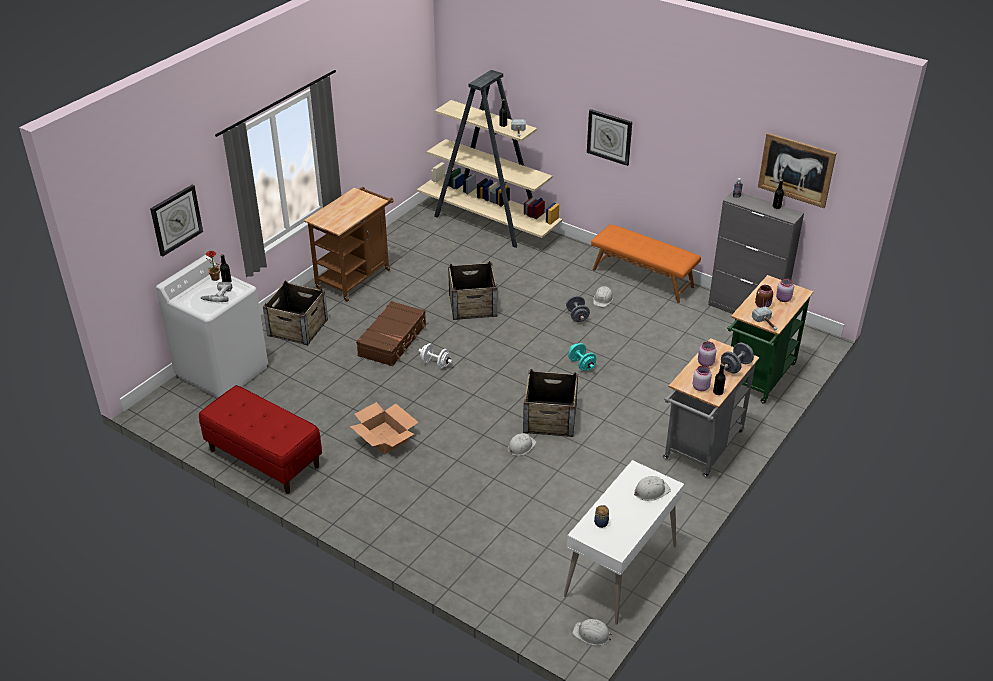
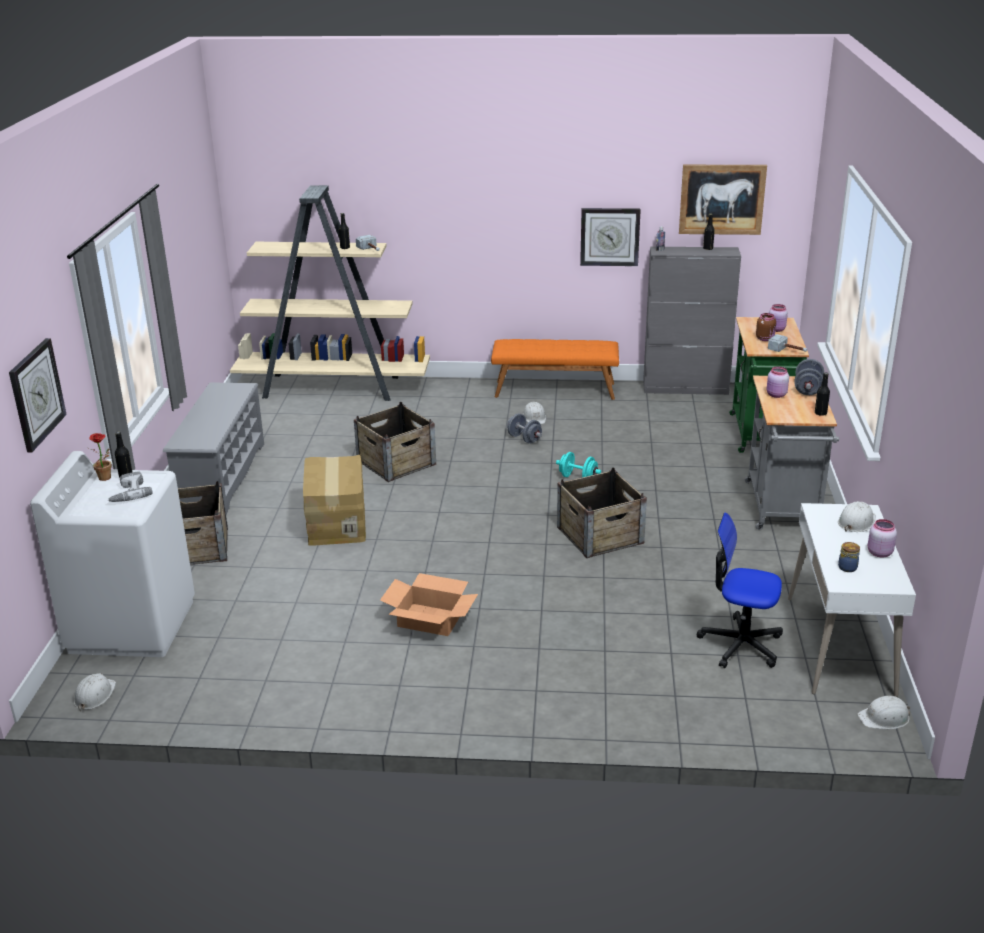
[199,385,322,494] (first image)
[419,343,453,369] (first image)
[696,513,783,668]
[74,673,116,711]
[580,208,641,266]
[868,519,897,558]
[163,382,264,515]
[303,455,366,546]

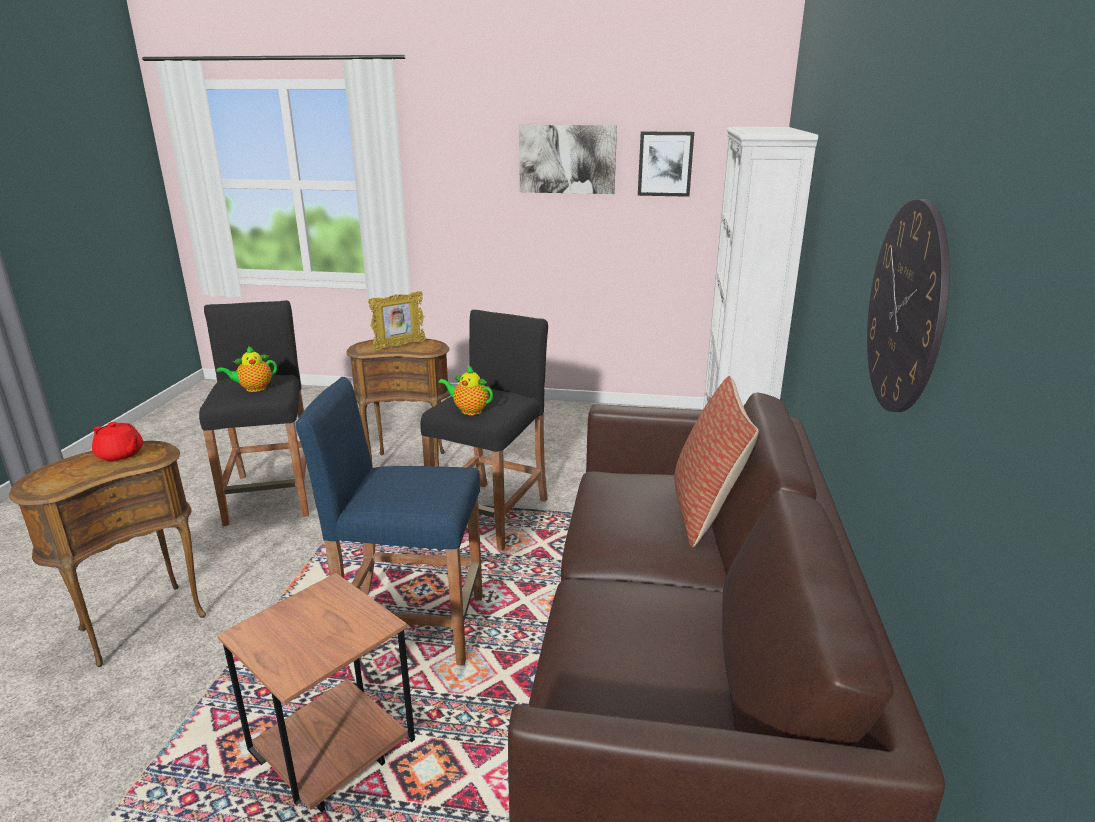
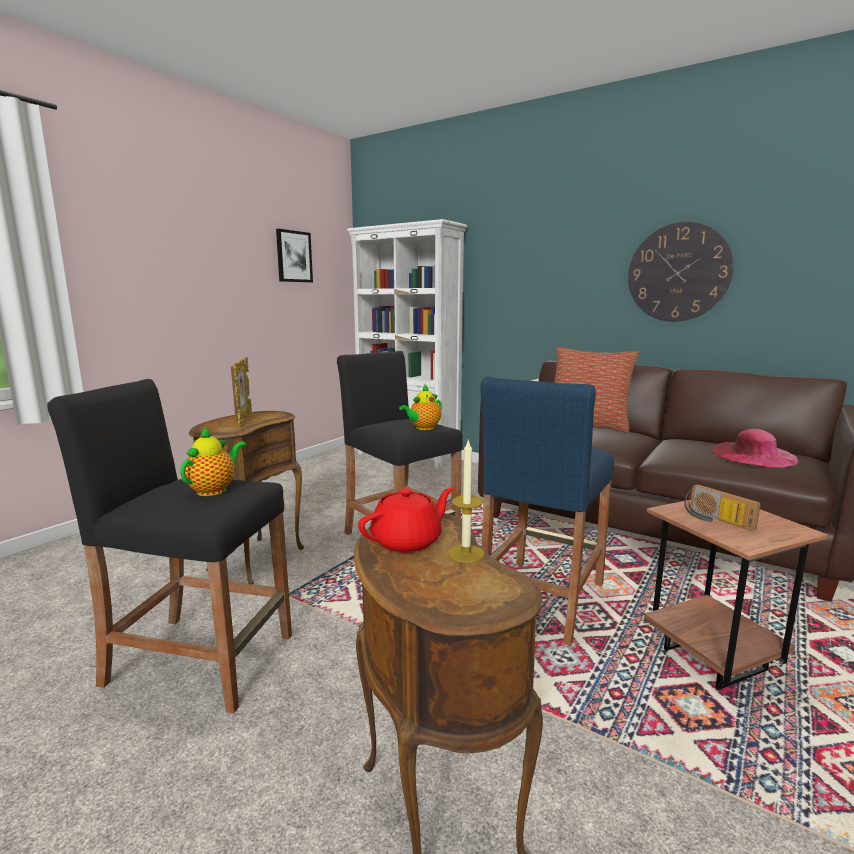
[519,125,617,194] (first image)
[448,438,485,563]
[684,484,761,531]
[710,429,799,467]
[180,427,246,496]

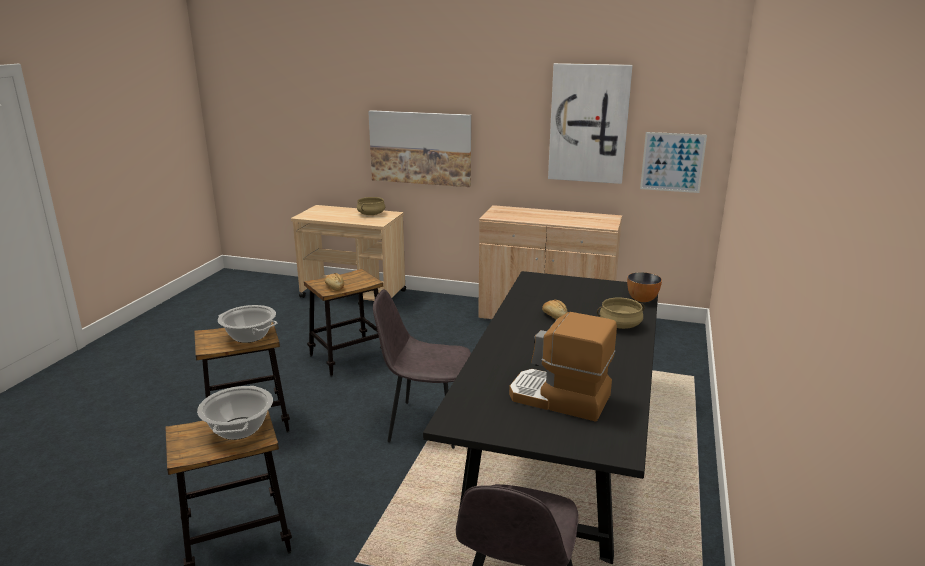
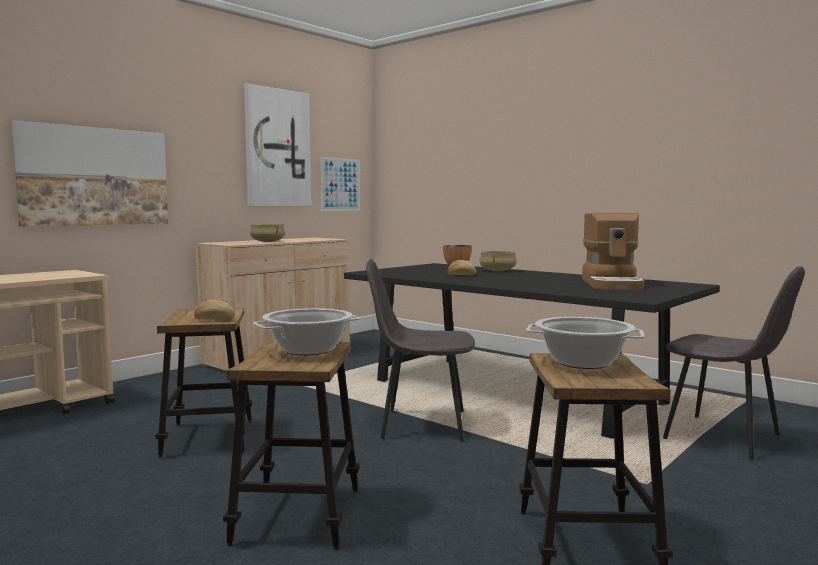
[250,224,285,242]
[366,259,475,441]
[582,213,644,290]

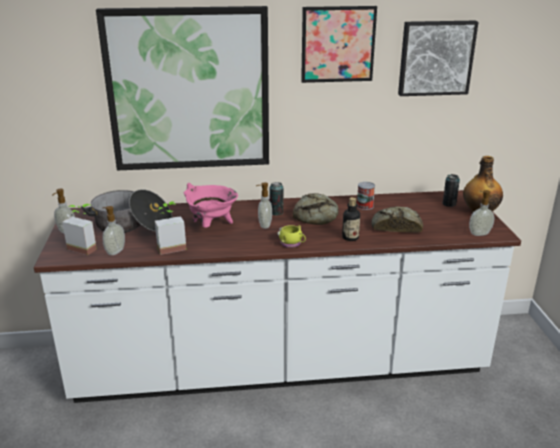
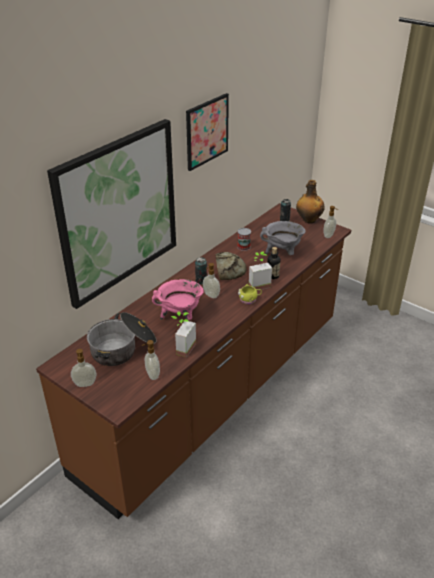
[398,21,478,96] (first image)
[249,251,272,290]
[260,221,306,255]
[36,203,351,519]

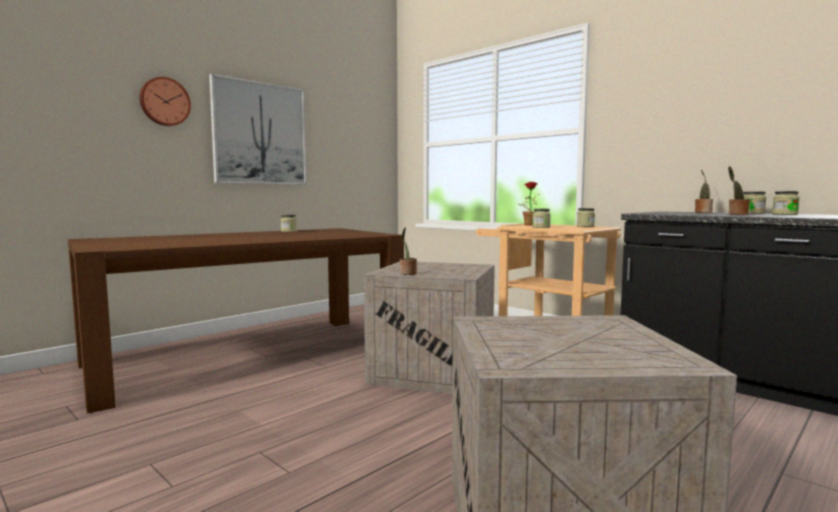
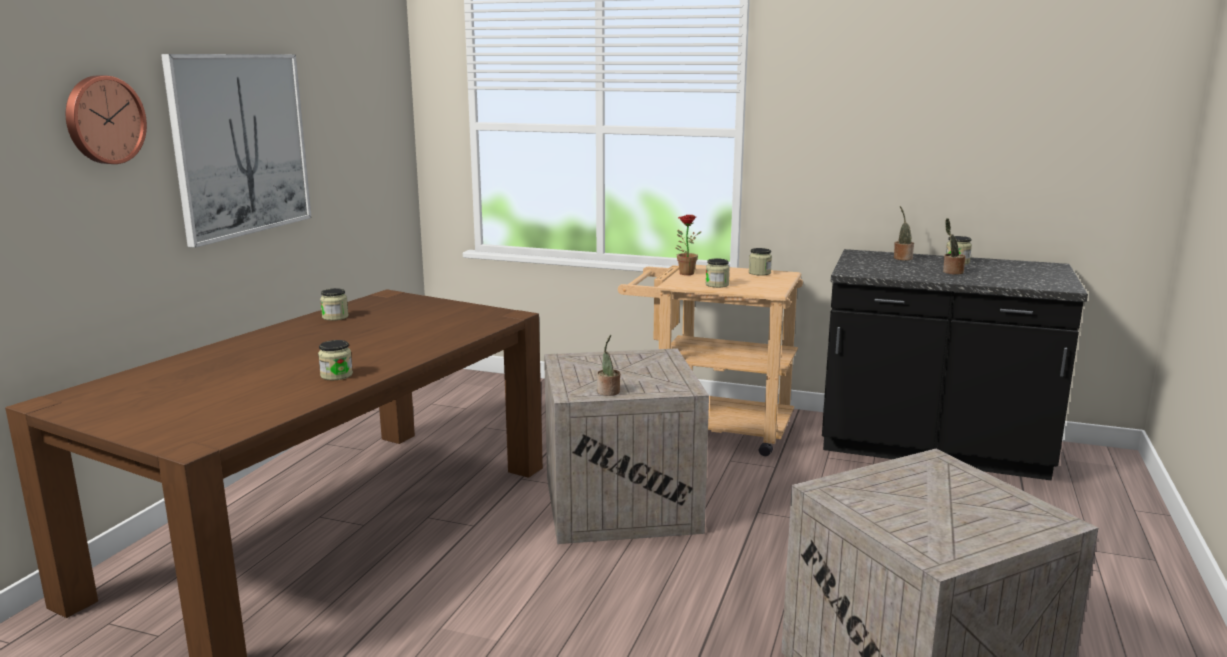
[318,340,353,380]

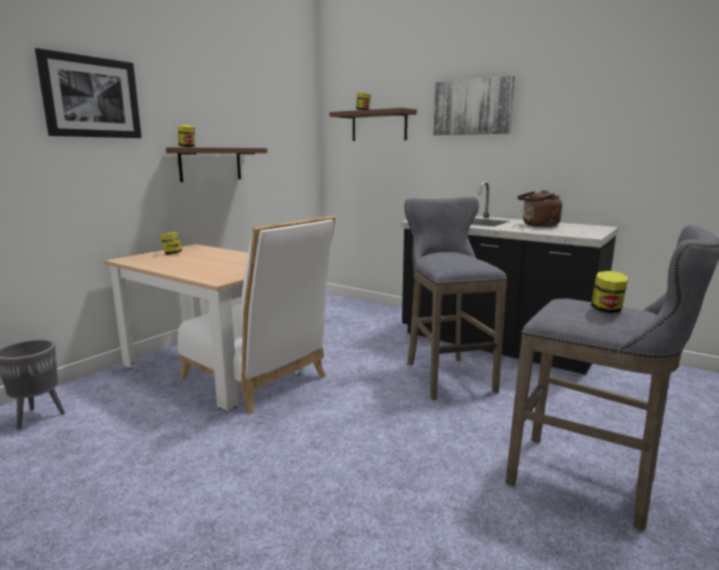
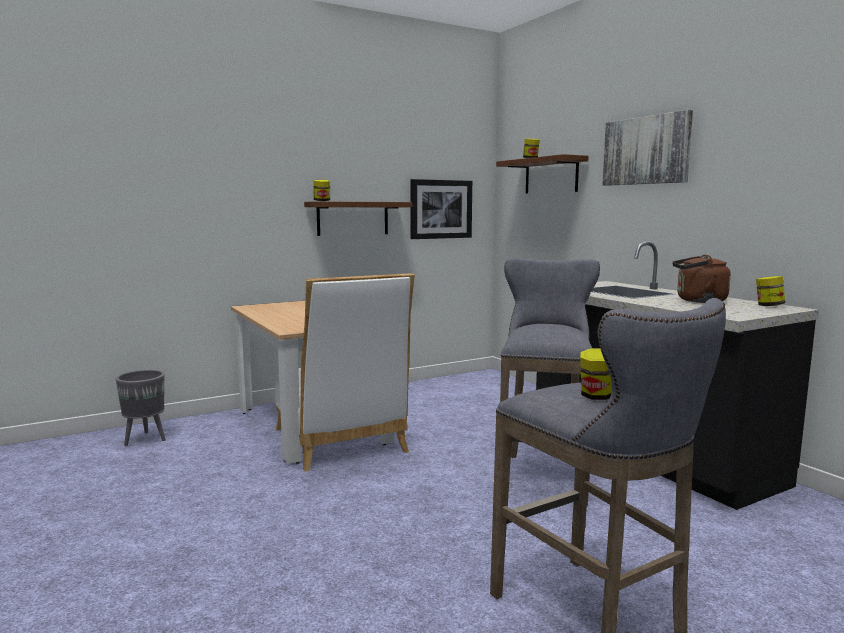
[410,179,472,239]
[756,276,785,306]

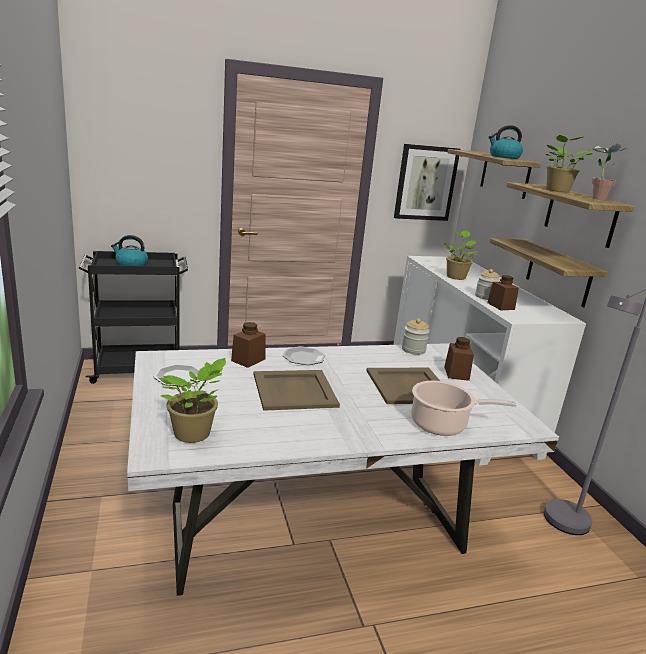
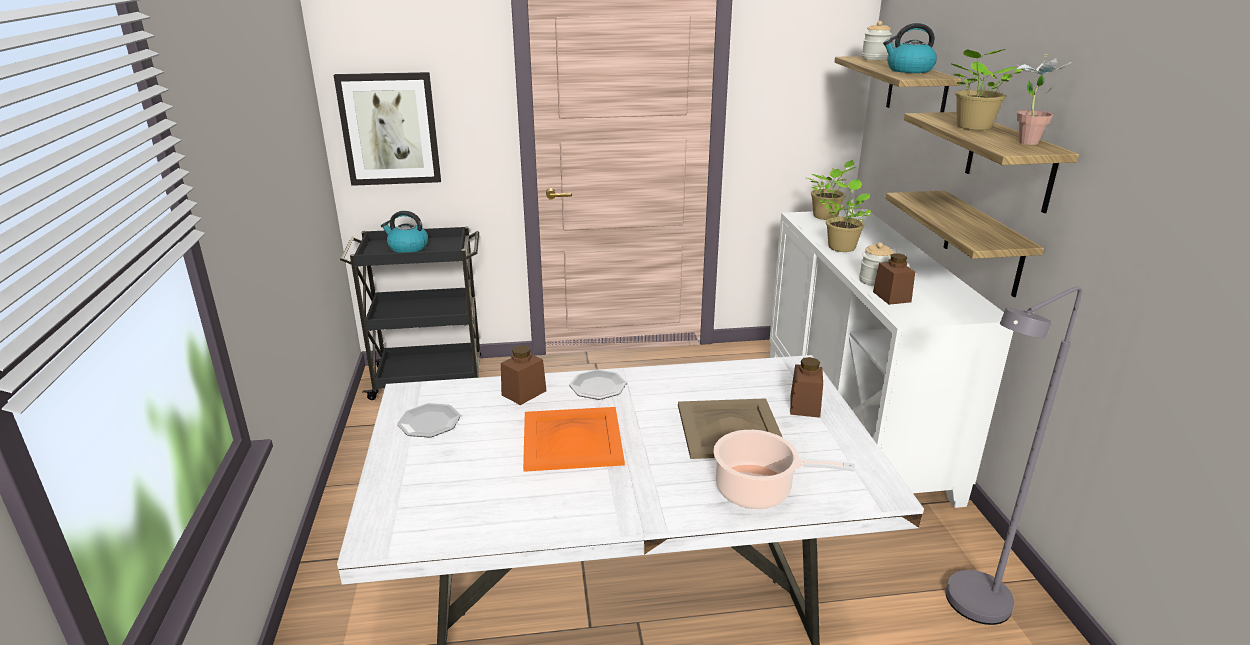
[807,160,856,220]
[334,72,441,186]
[862,21,892,60]
[523,407,625,472]

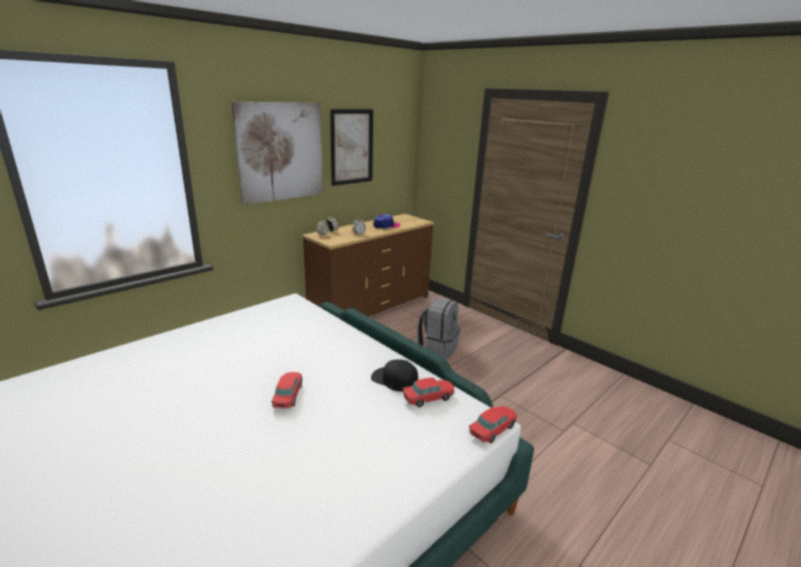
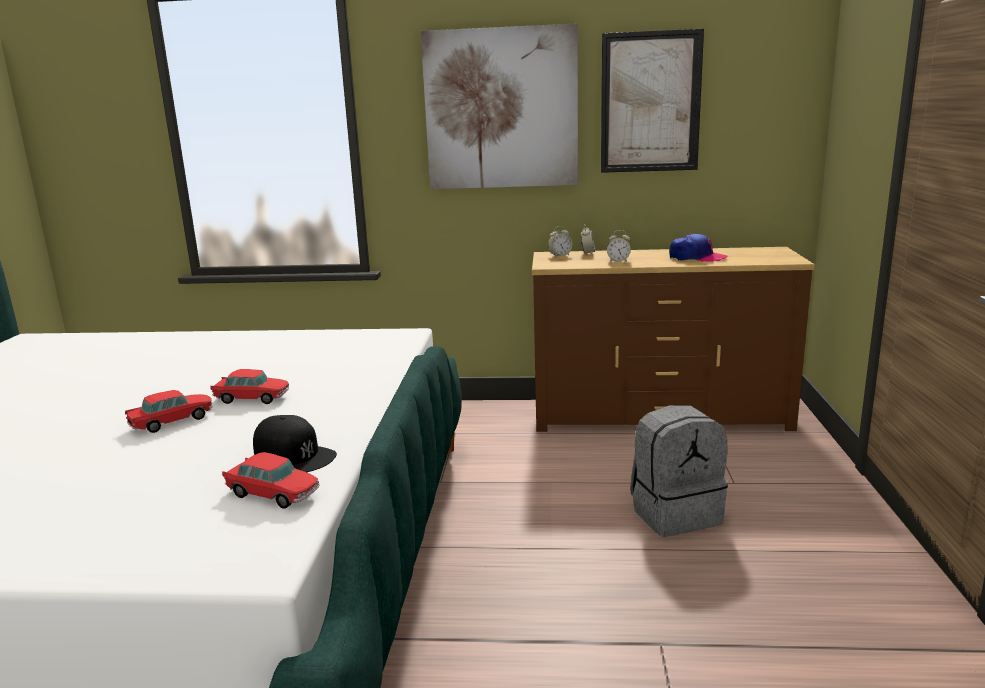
[210,369,289,404]
[253,415,337,472]

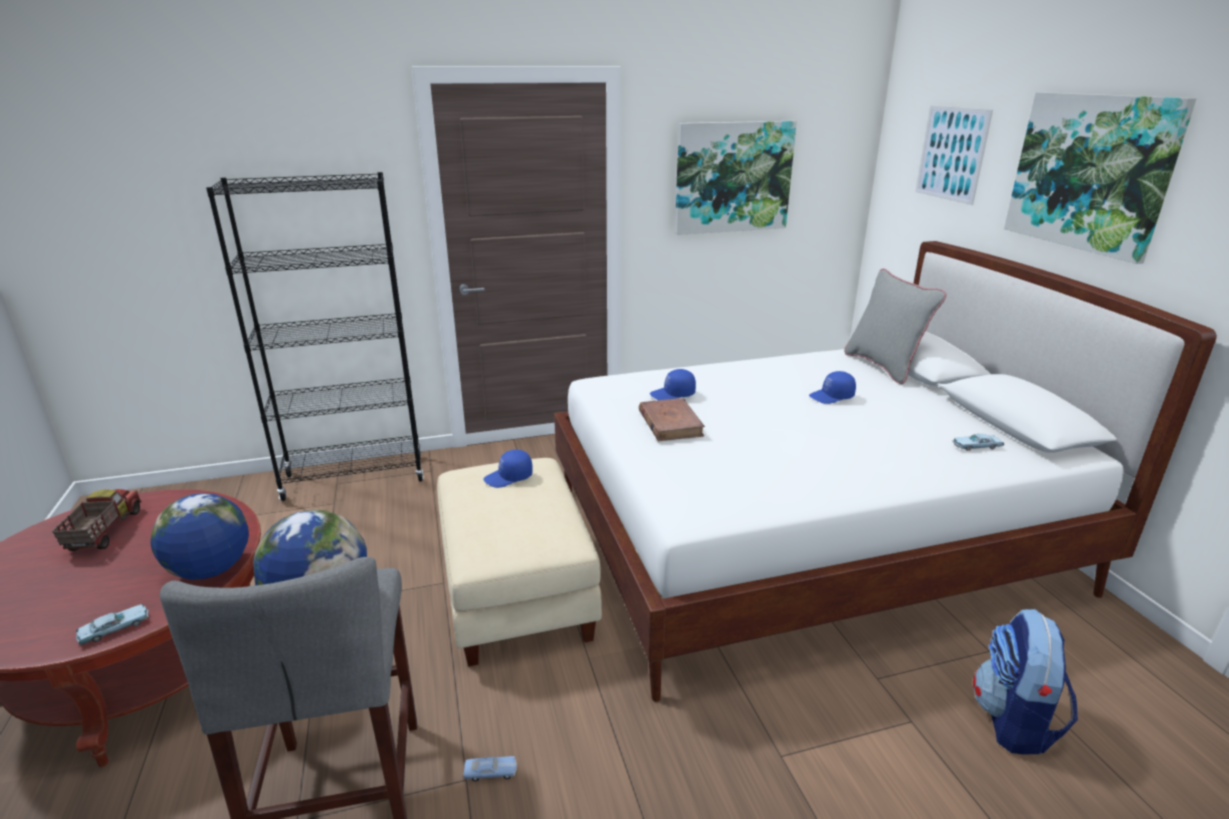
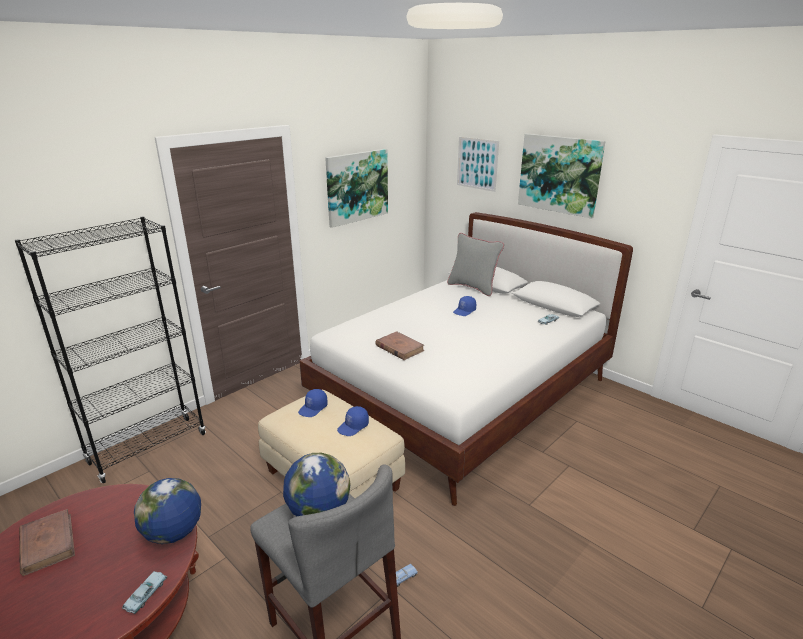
[973,609,1078,754] (first image)
[337,406,369,436]
[19,509,75,576]

